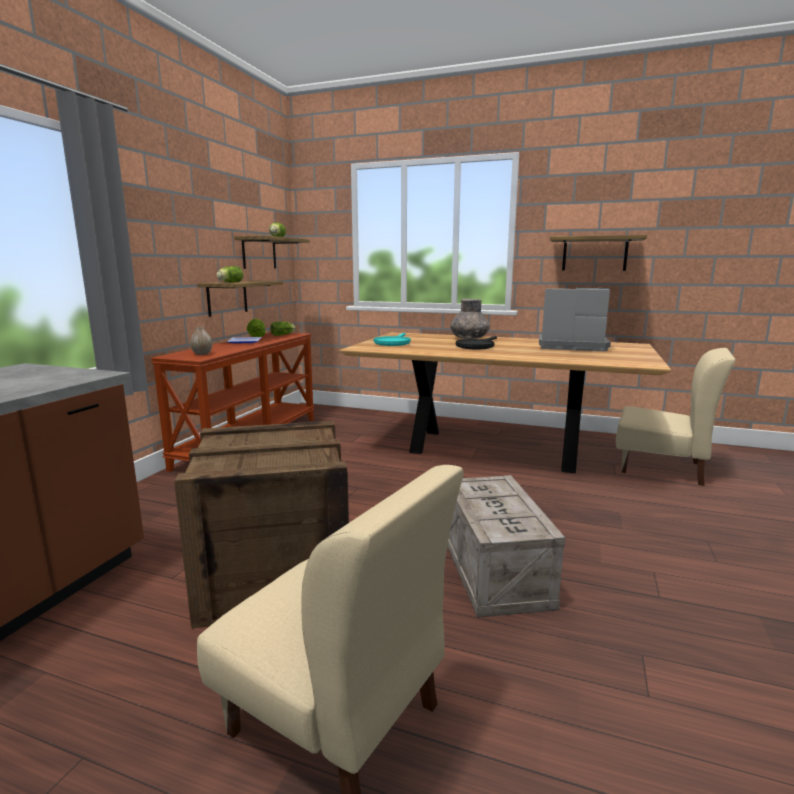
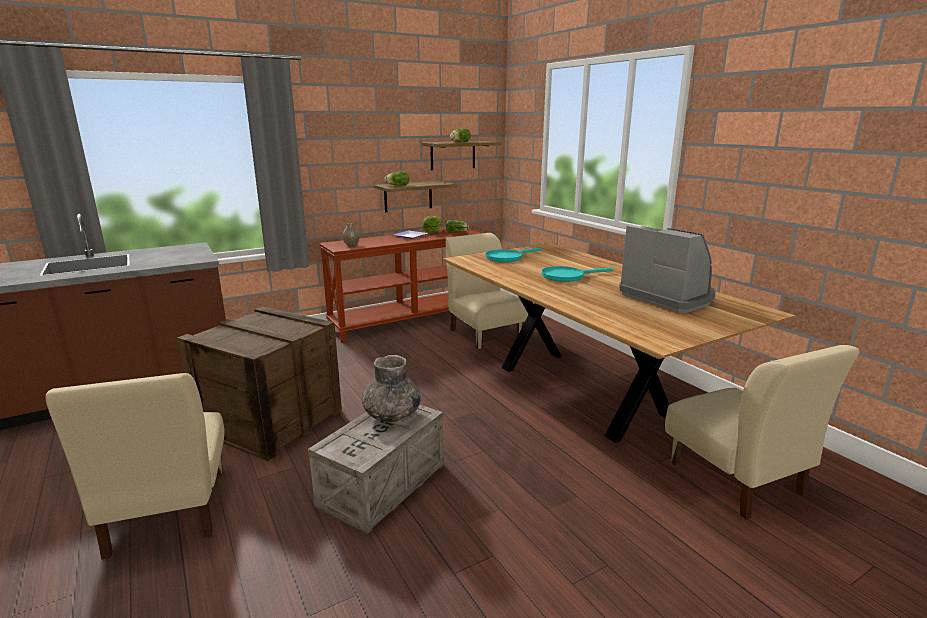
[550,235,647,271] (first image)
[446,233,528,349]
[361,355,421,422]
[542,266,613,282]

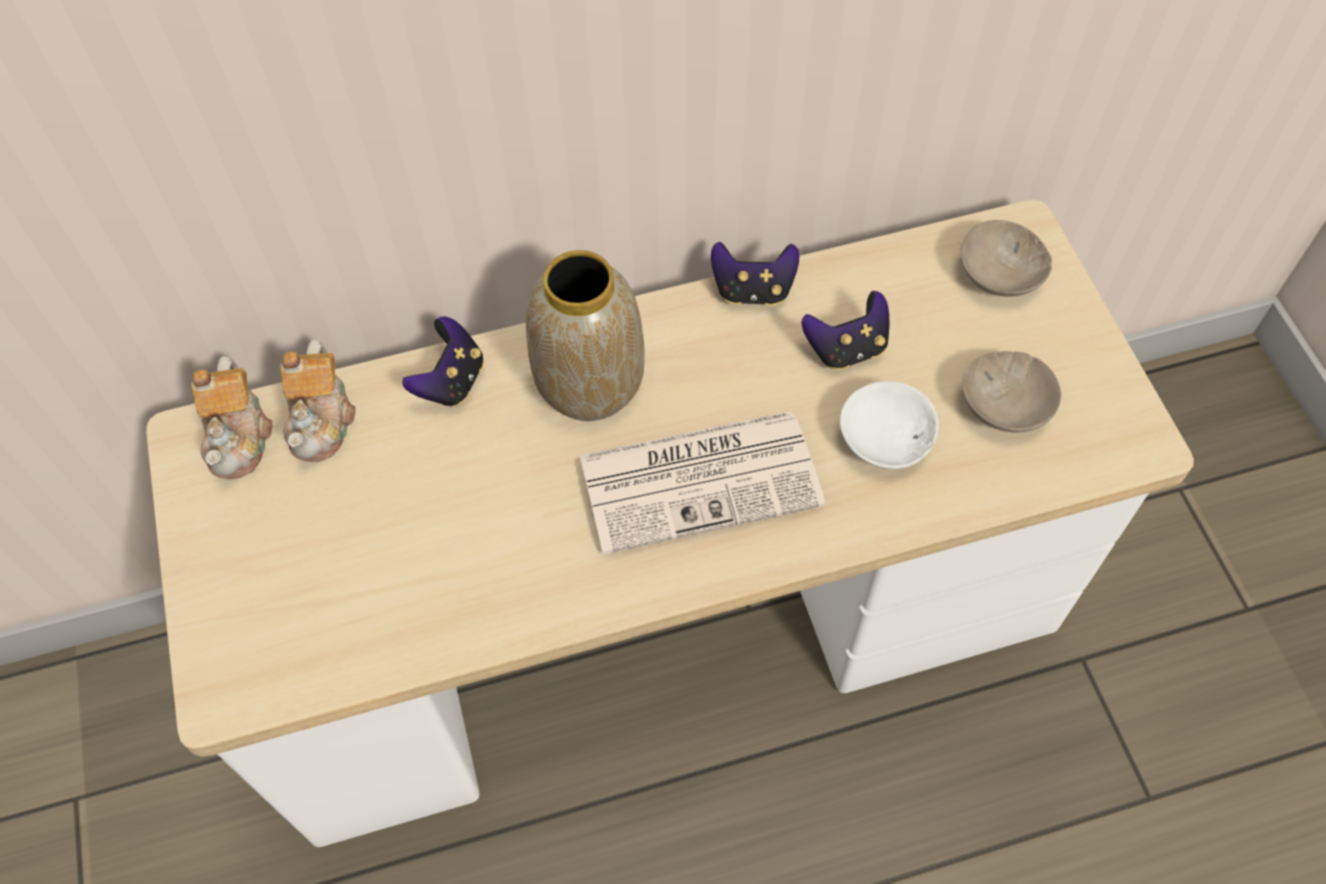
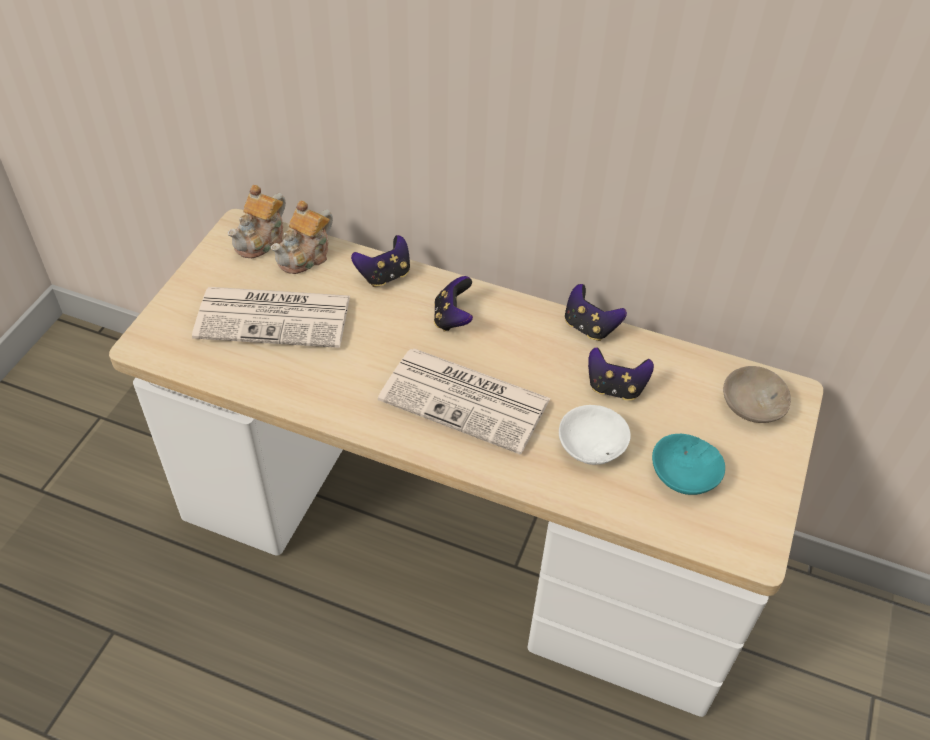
[192,287,350,348]
[434,276,473,332]
[652,434,725,495]

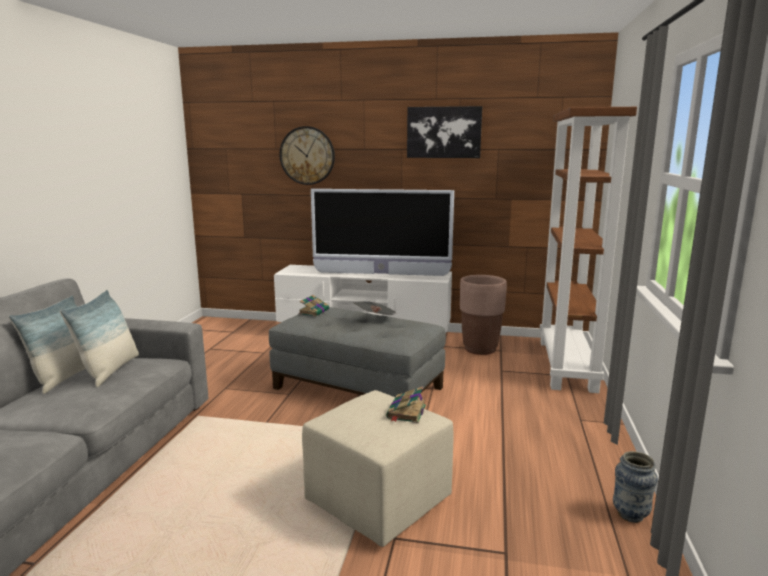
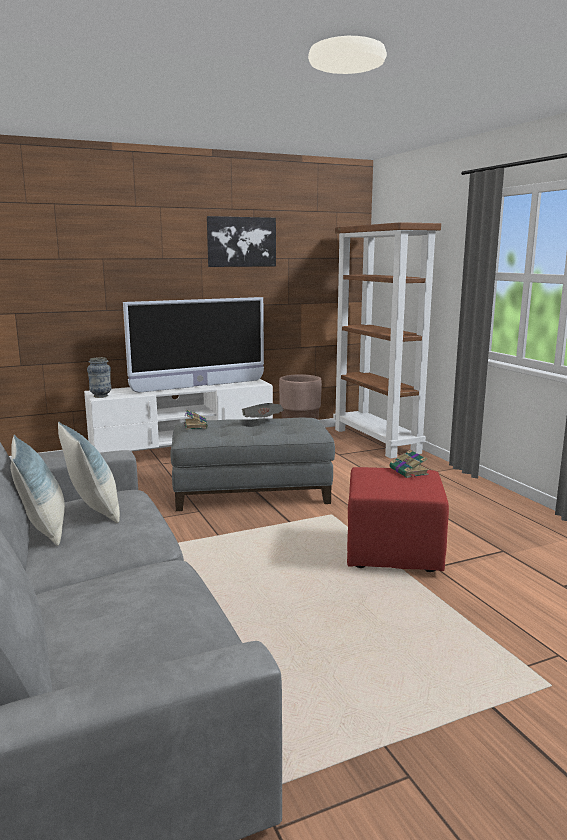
[279,126,335,185] (first image)
[87,357,111,398]
[347,467,449,572]

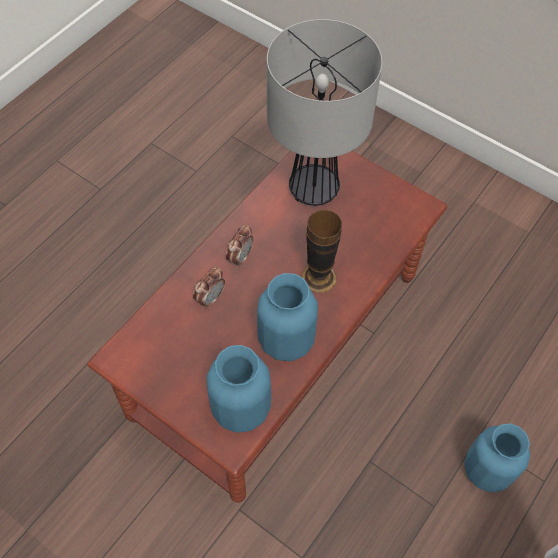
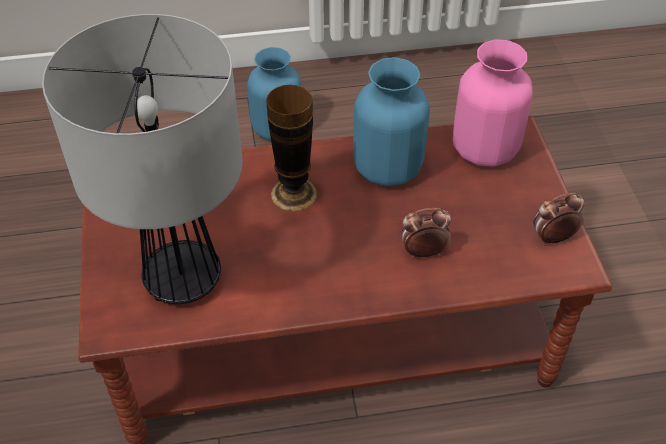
[533,193,584,245]
[453,39,533,167]

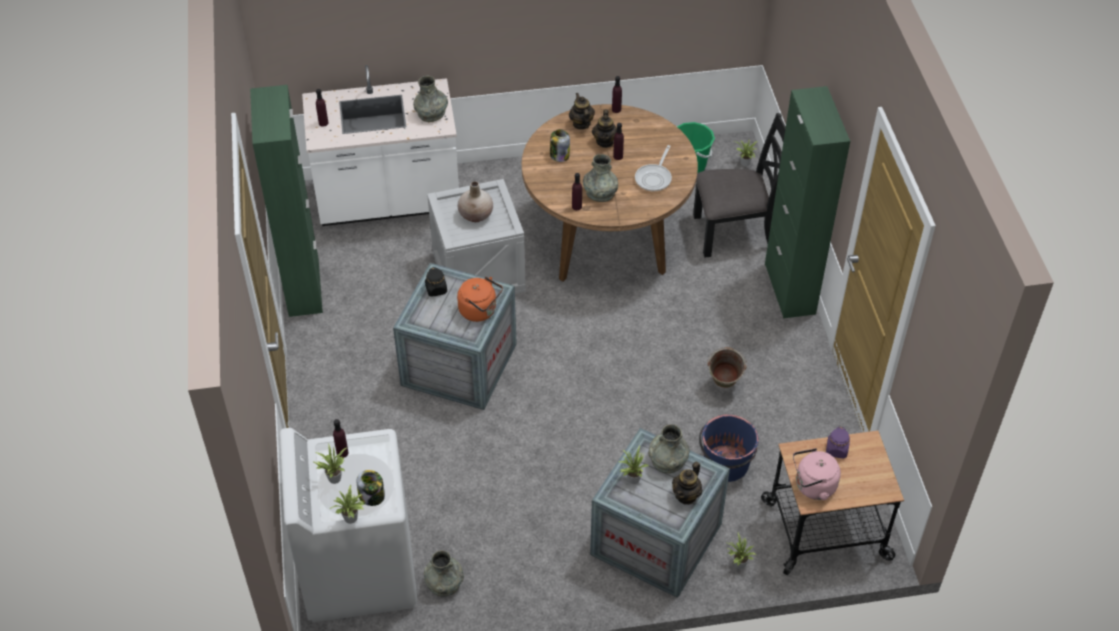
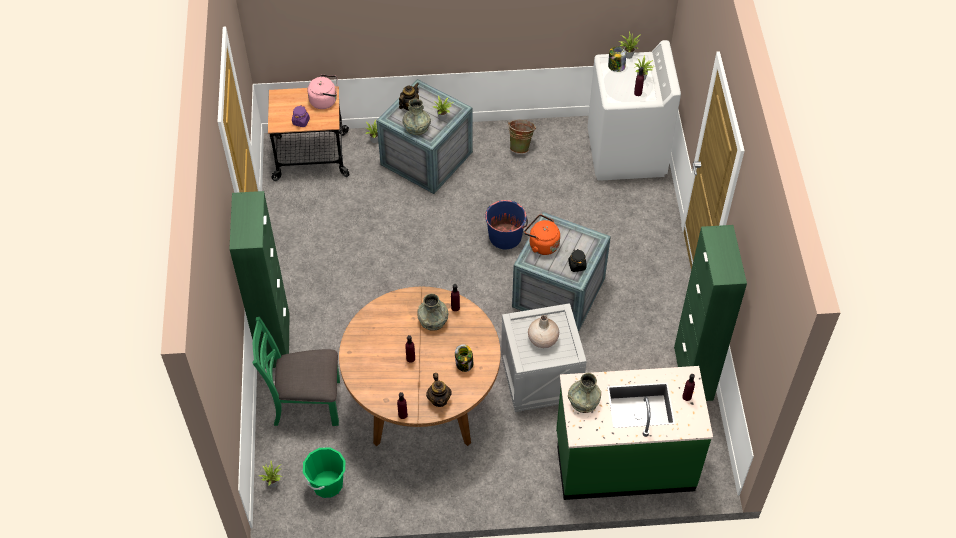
[424,550,464,596] (first image)
[592,110,617,148] (first image)
[635,145,672,192] (first image)
[485,200,528,249]
[508,120,536,154]
[556,366,713,500]
[253,317,340,426]

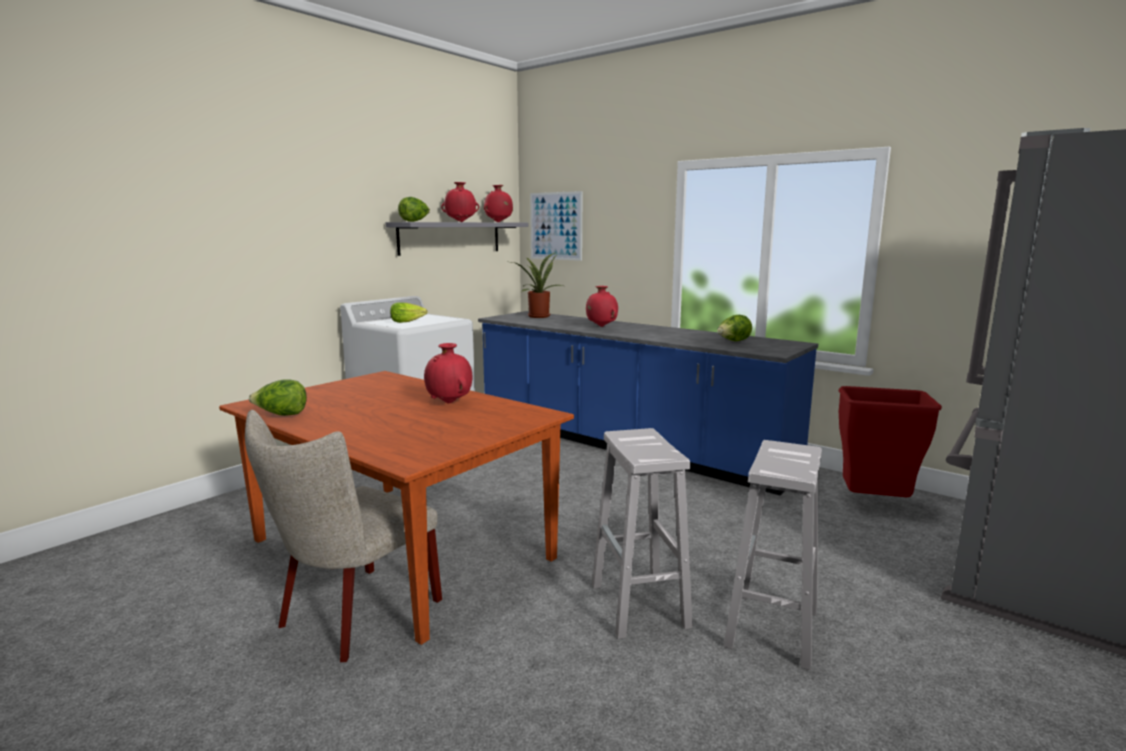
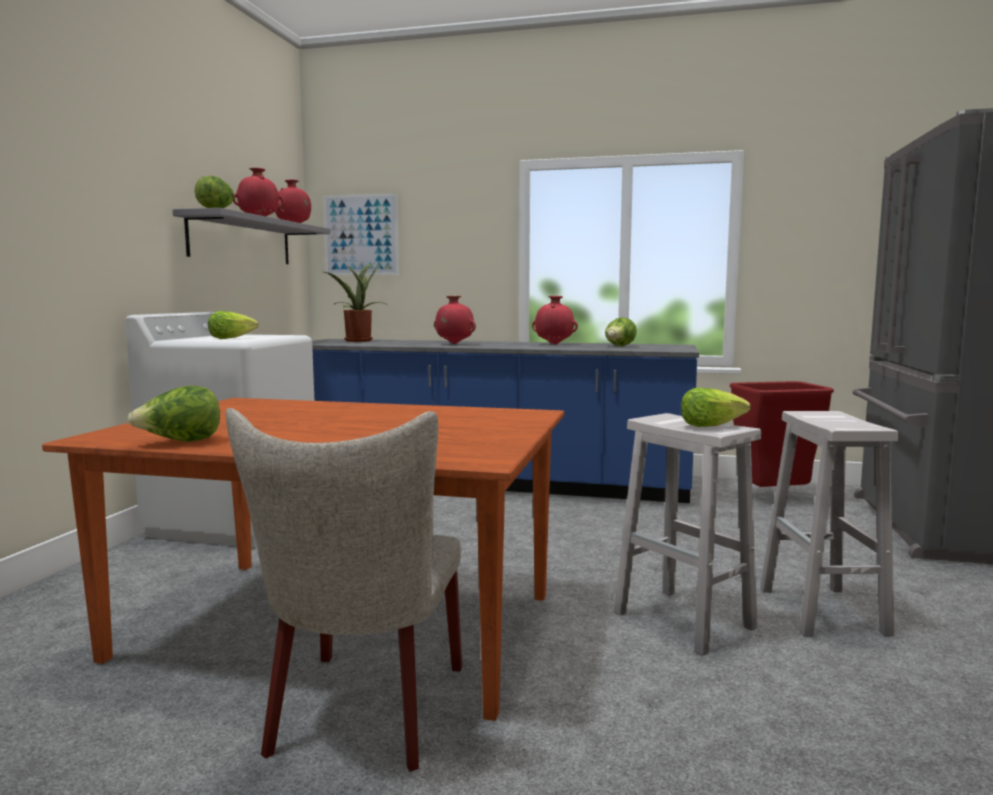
[681,388,750,427]
[532,296,578,345]

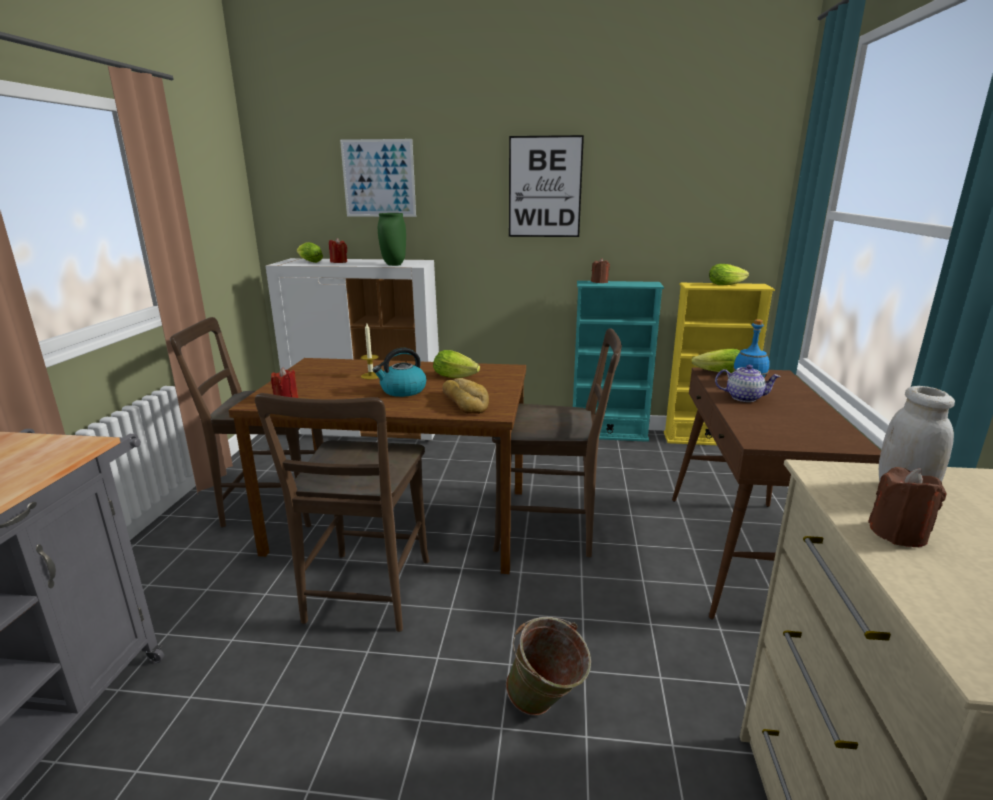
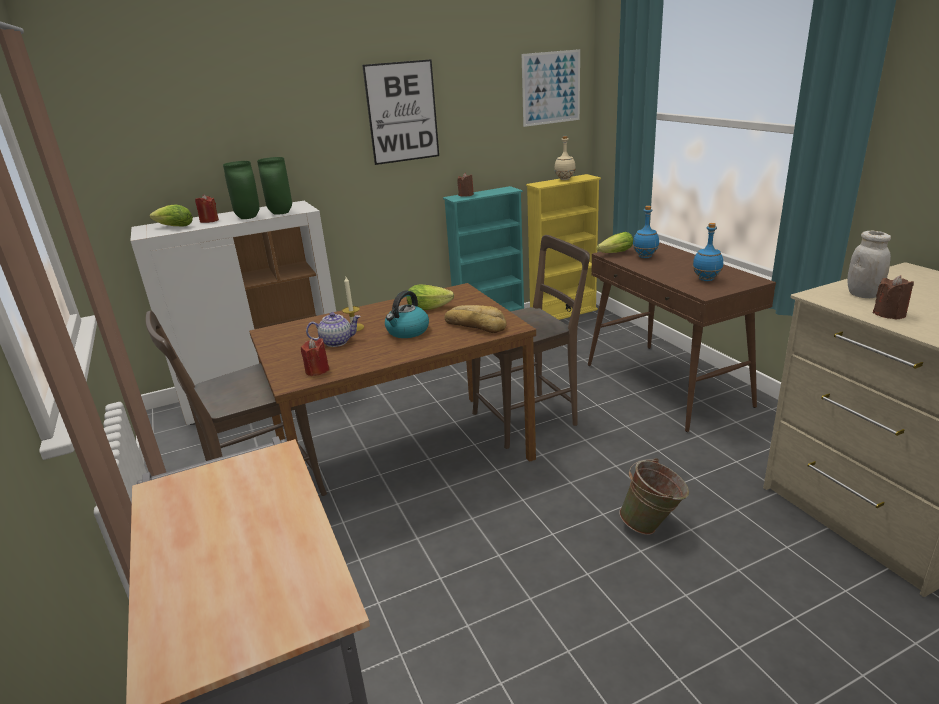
[255,393,429,632] (first image)
[223,161,260,219]
[693,223,723,281]
[522,49,580,127]
[306,312,361,347]
[554,136,576,180]

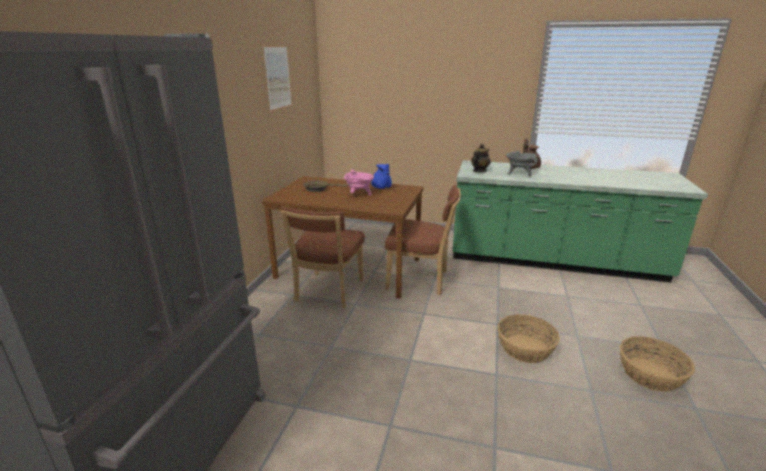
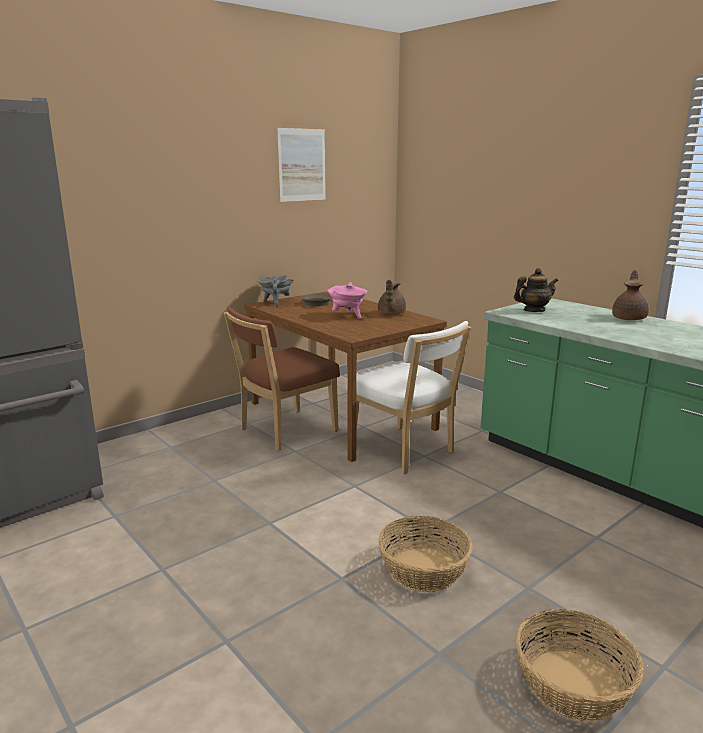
[257,275,294,307]
[378,280,406,315]
[346,321,472,474]

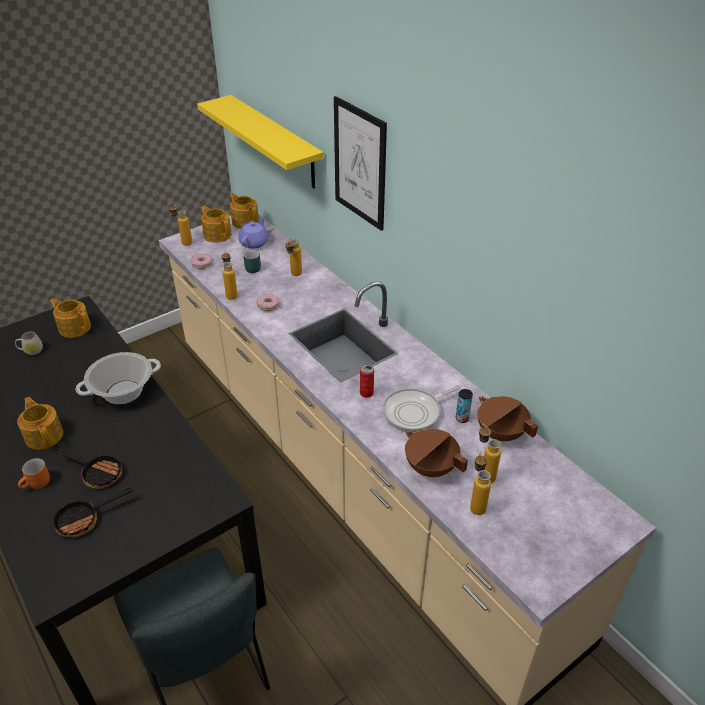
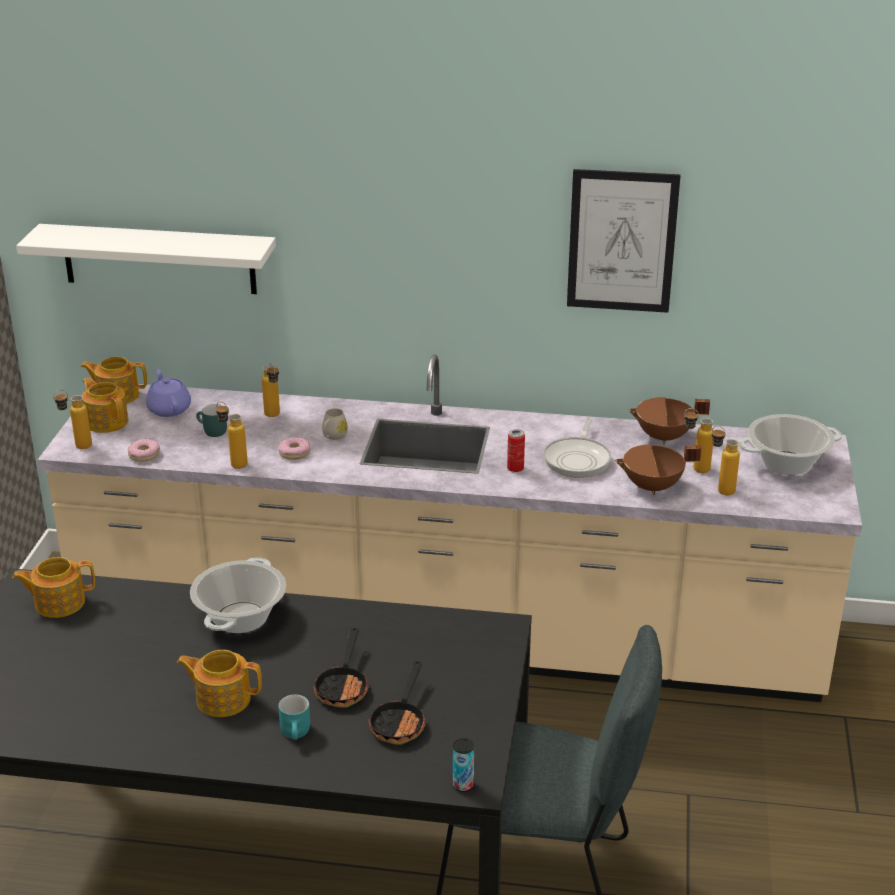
[739,414,842,475]
[322,408,348,440]
[567,169,681,313]
[453,738,474,792]
[278,695,310,740]
[16,224,276,294]
[313,628,369,708]
[82,378,128,433]

